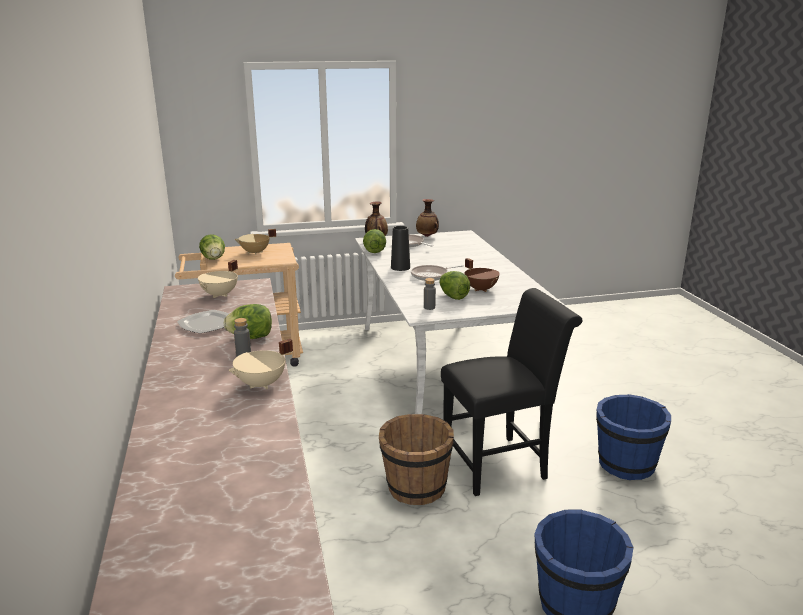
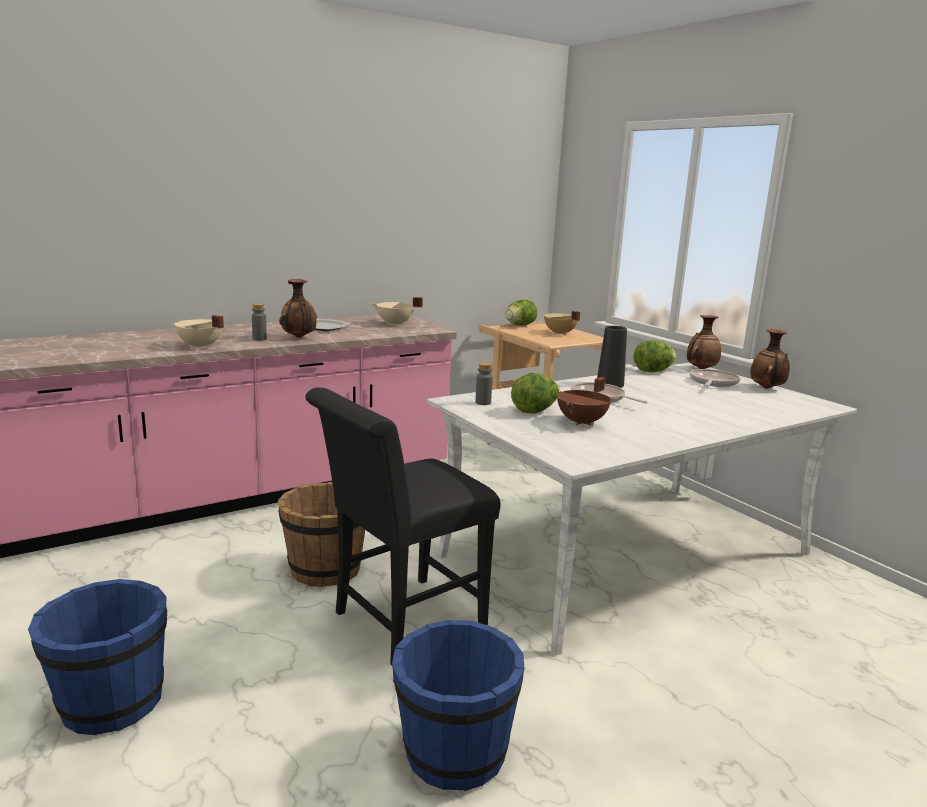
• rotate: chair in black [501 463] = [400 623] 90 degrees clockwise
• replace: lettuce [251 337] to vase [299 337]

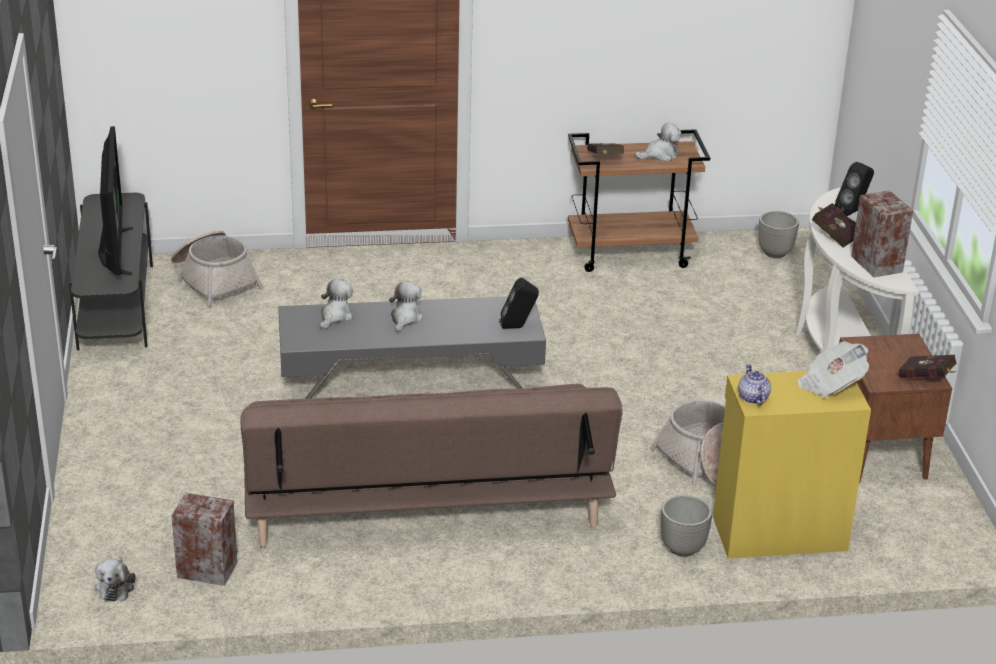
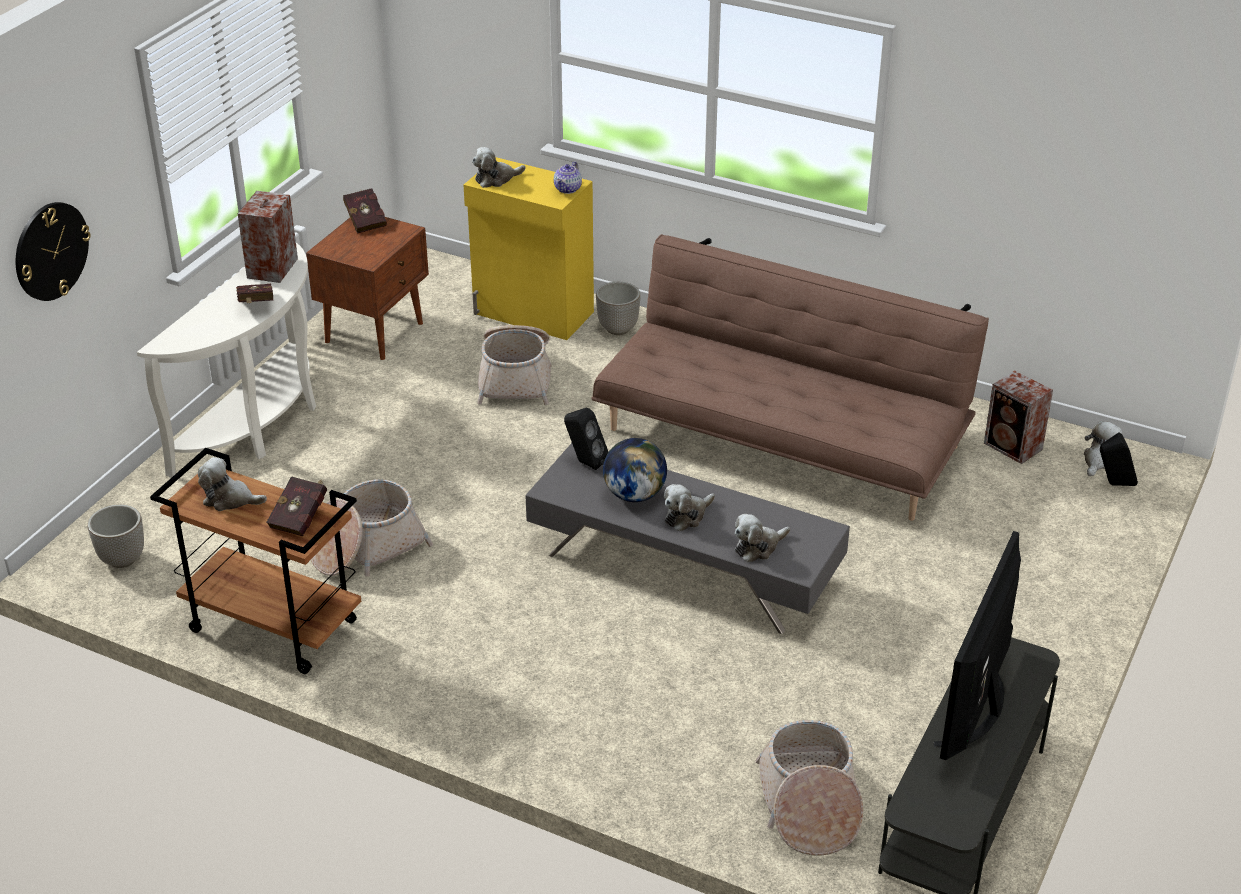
• move: speaker in black [853 211] to [1113 484]
• replace: newspaper [830 384] to plush toy [496 179]
• insert: wall clock [51 251]
• insert: globe [634 495]
• insert: basket [366 547]

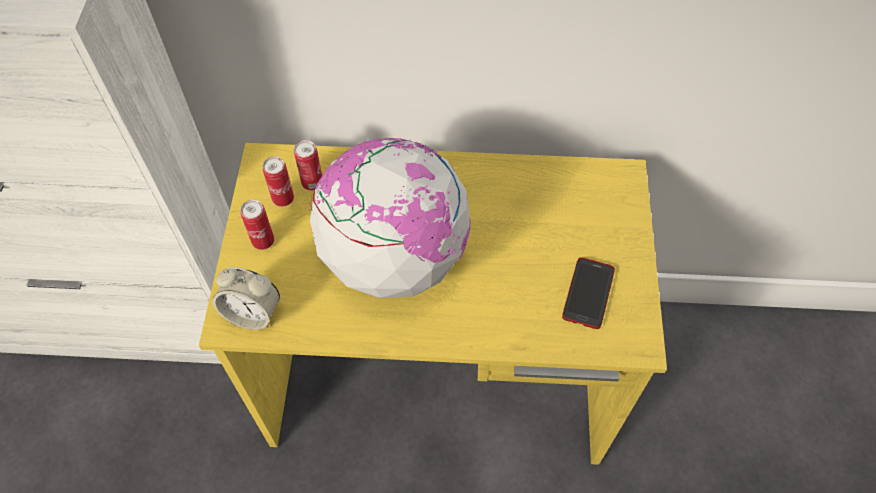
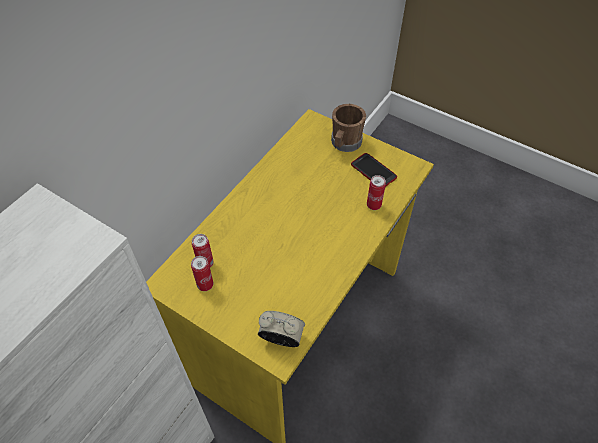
• delete: globe [394 258]
• move: can [263 241] to [373 205]
• rotate: alarm clock [252 313] = [281 338] 120 degrees counterclockwise
• insert: mug in brown [344 144]

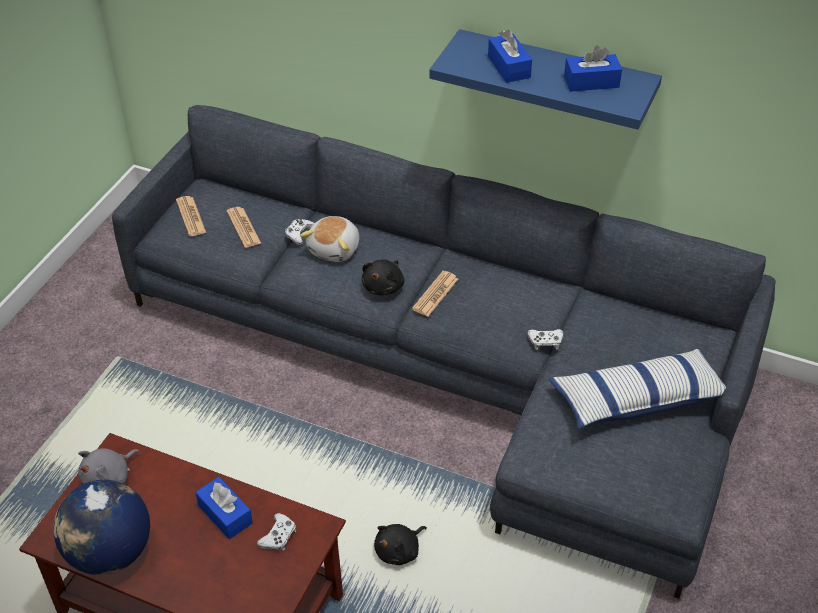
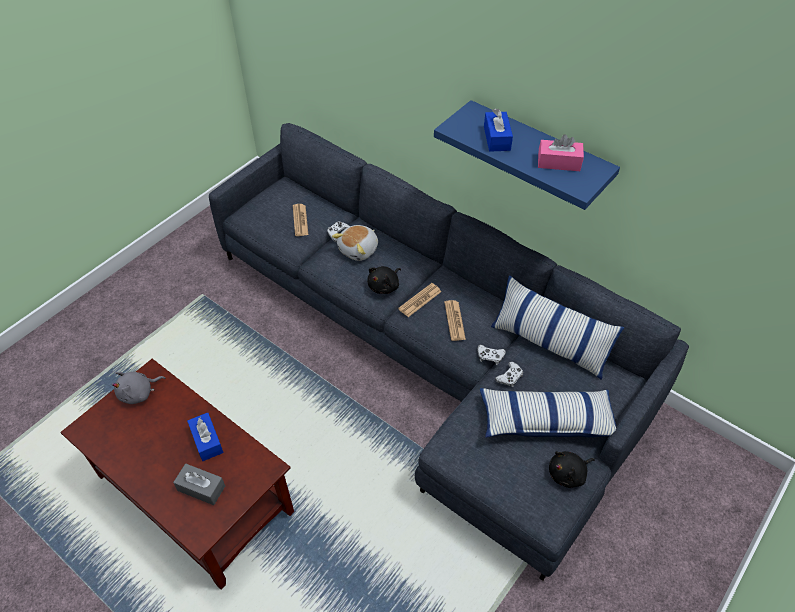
• recolor: tissue box in blue [591 82] to tissue box in pink [558 162]
• move: newspaper [191 216] to [454 321]
• delete: globe [110 553]
• move: game controller in white [278 536] to [510 377]
• move: plush toy in black [399 551] to [568 474]
• insert: pillow [549 343]
• insert: tissue box in grey [201 488]

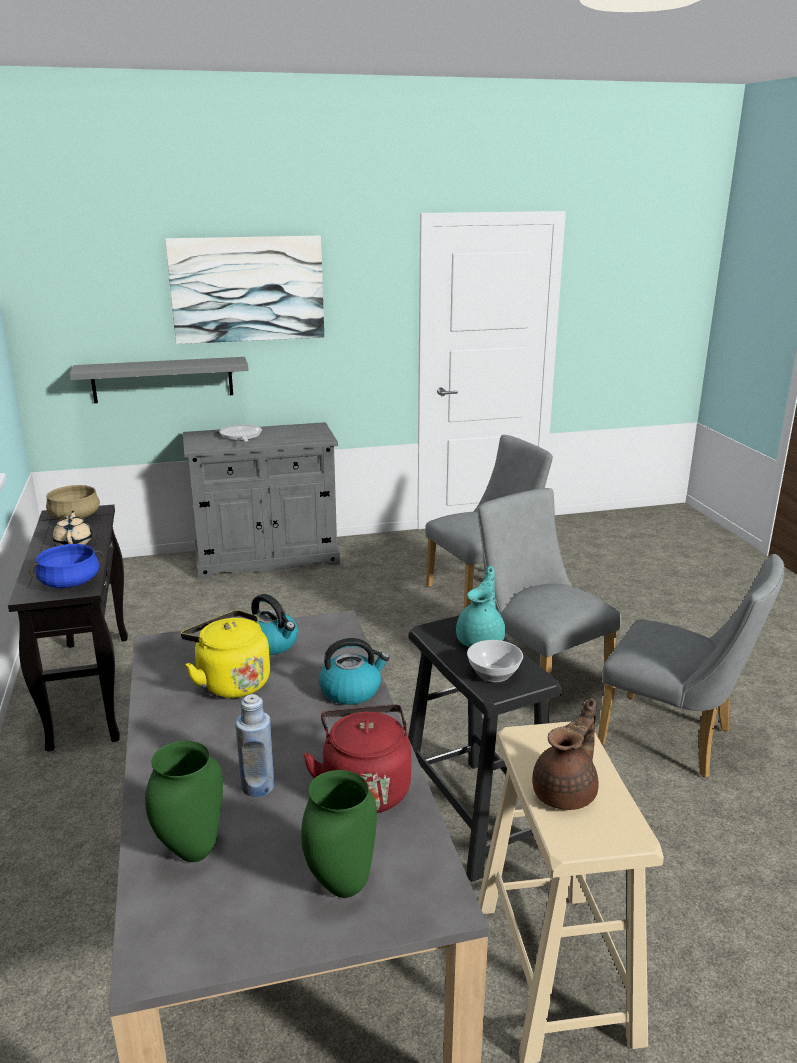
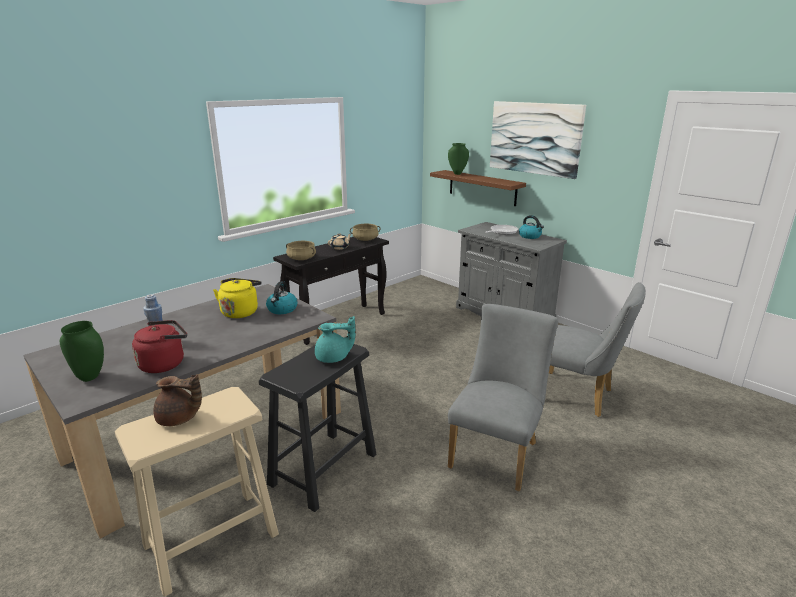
• recolor: shelf in grey [163 380] to shelf in brown [482 187]
• recolor: cooking pot in blue [70 583] to cooking pot in beige [301 259]
• delete: chair in grey [675 739]
• move: kettle [351 690] to [530 236]
• delete: bowl [493 673]
• move: vase in green [191 851] to [457 173]

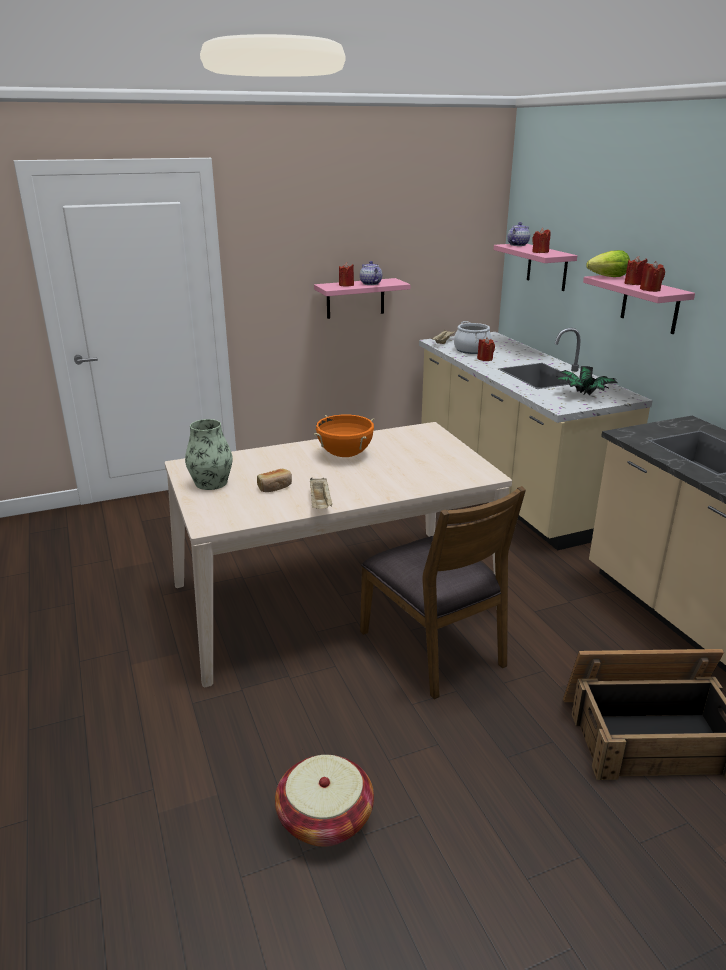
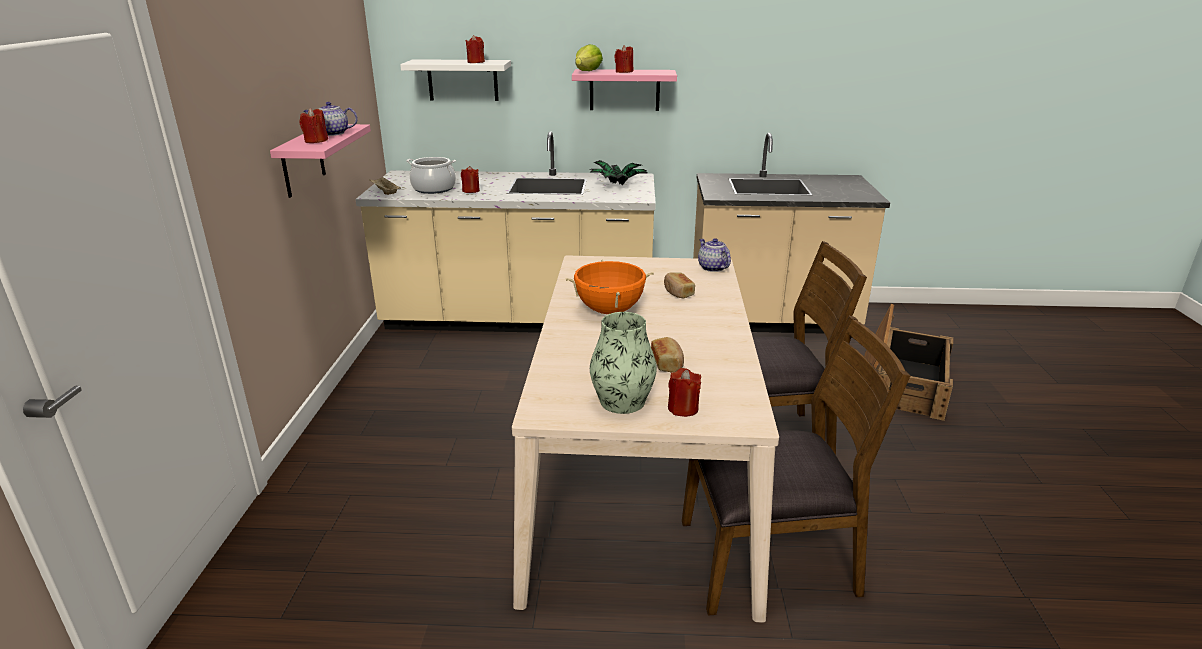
• move: teapot [517 245] to [712 268]
• recolor: shelf in pink [547 267] to shelf in white [462 80]
• move: candle in red [650 289] to [683 408]
• delete: tray in beige [320 503]
• delete: basket [325 818]
• insert: bread [678 292]
• insert: chair in brown [769 559]

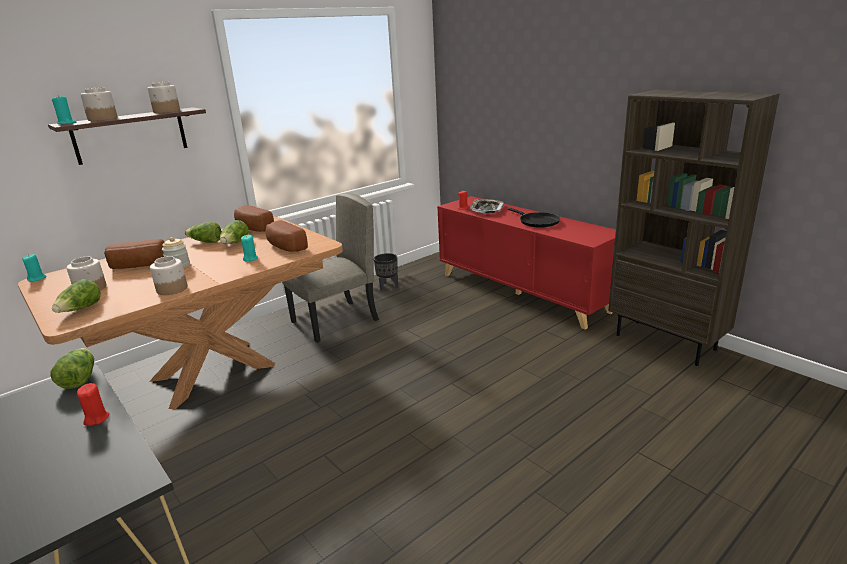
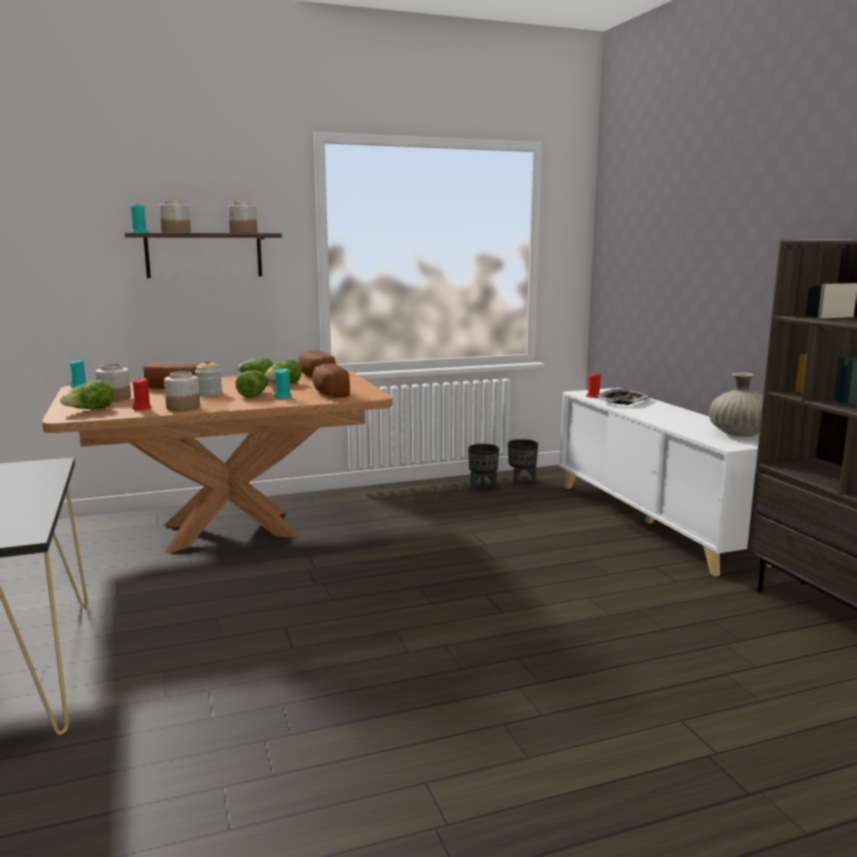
• delete: chair in beige [335 321]
• recolor: cabinet in red [522 292] to cabinet in white [655 521]
• delete: frying pan in black [537 222]
• move: lettuce [79 379] to [253 395]
• move: candle in red [96 419] to [142 408]
• insert: vase in beige [739 435]
• insert: planter in black [522 481]

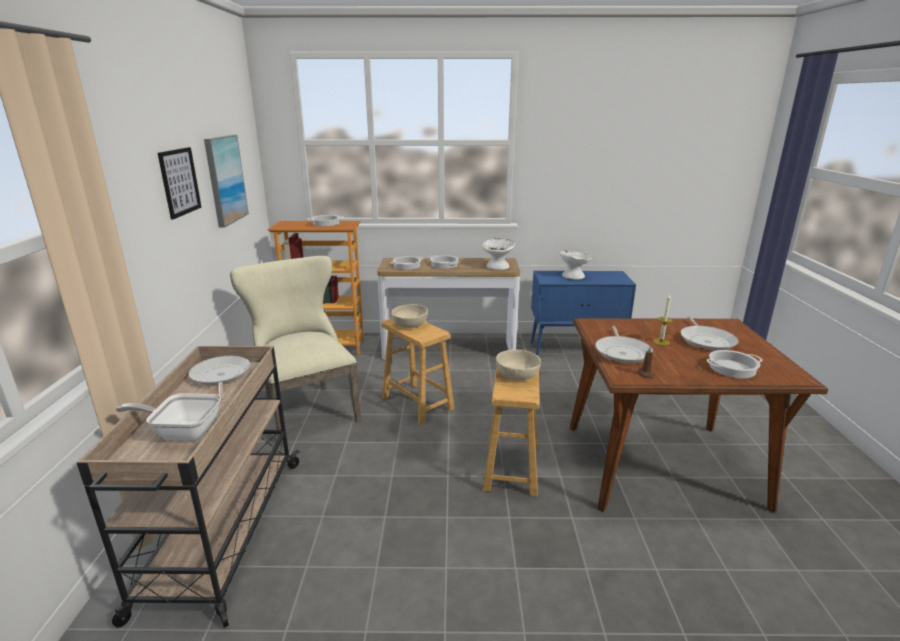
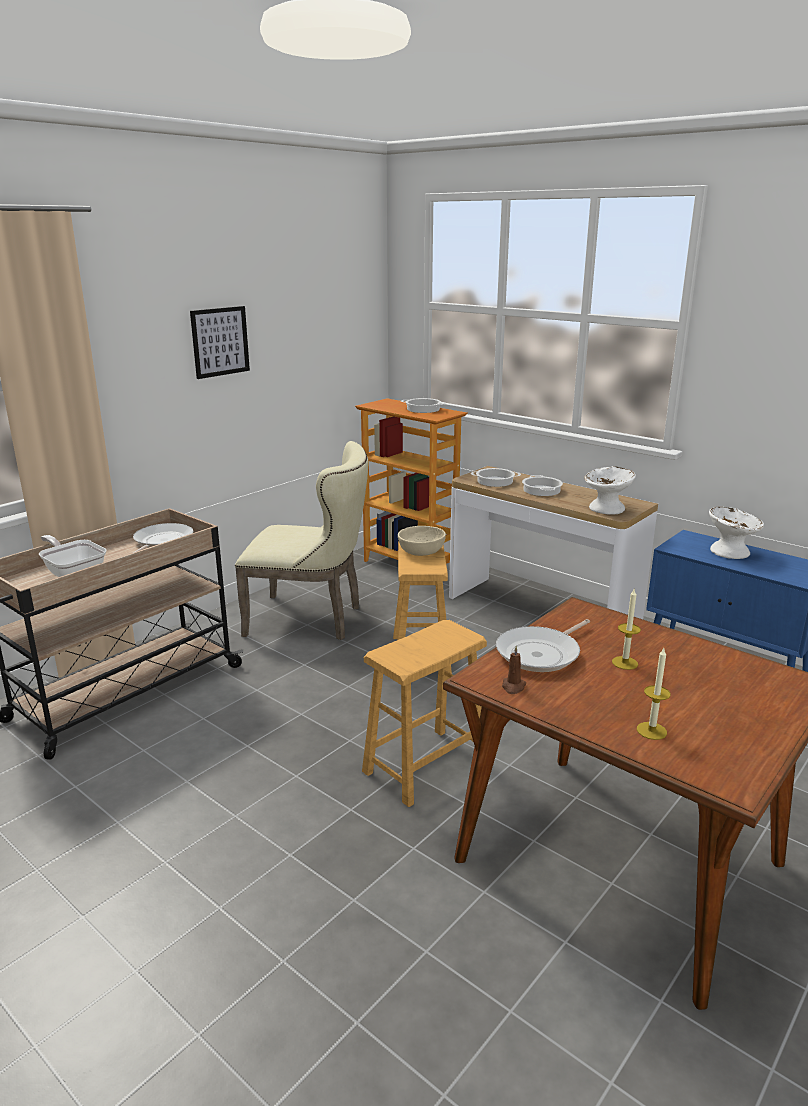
• delete: picture [225 179]
• rotate: chair in beige [306 409] = [312 619] 90 degrees clockwise
• delete: frying pan [706 340]
• delete: bowl in beige [517 374]
• replace: cooking pot [732 368] to candle [651 731]

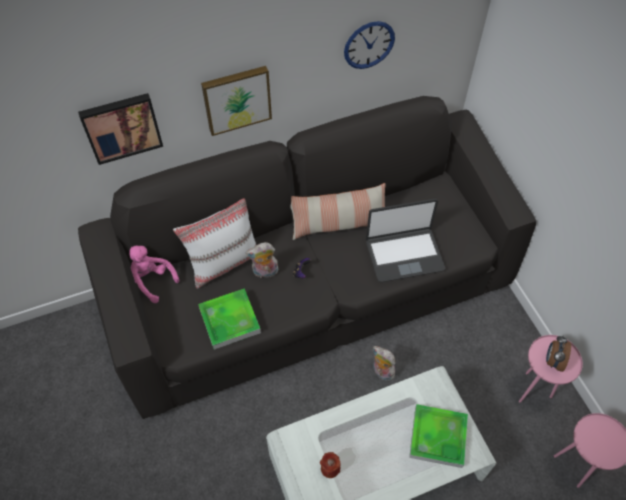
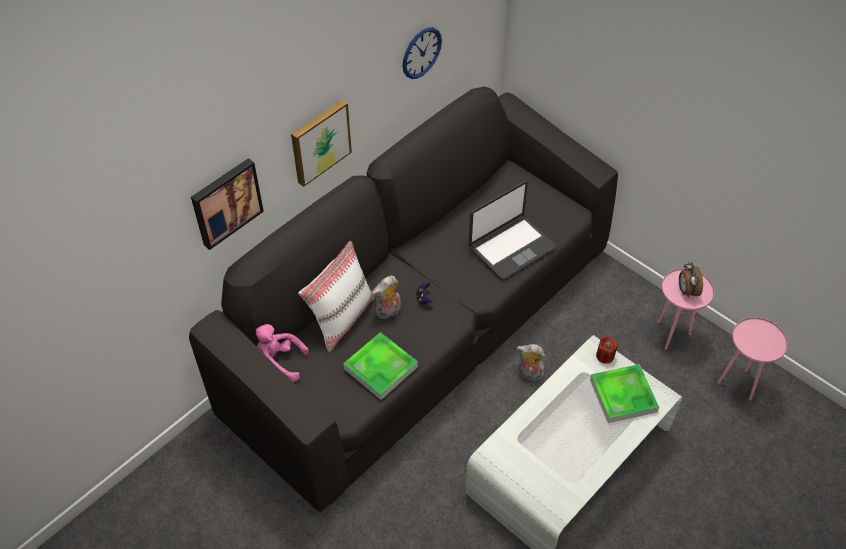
• delete: pillow [338 224]
• move: candle in red [330 468] to [605 356]

